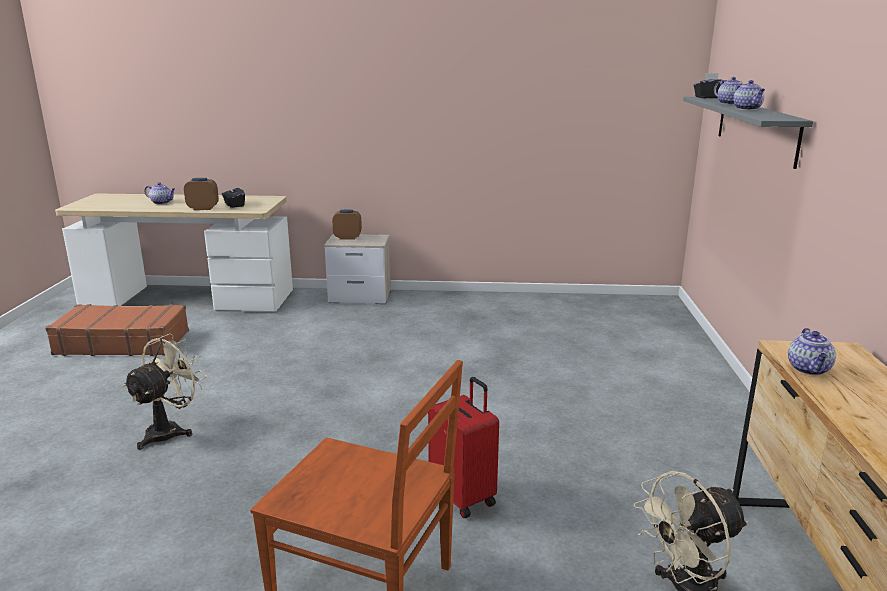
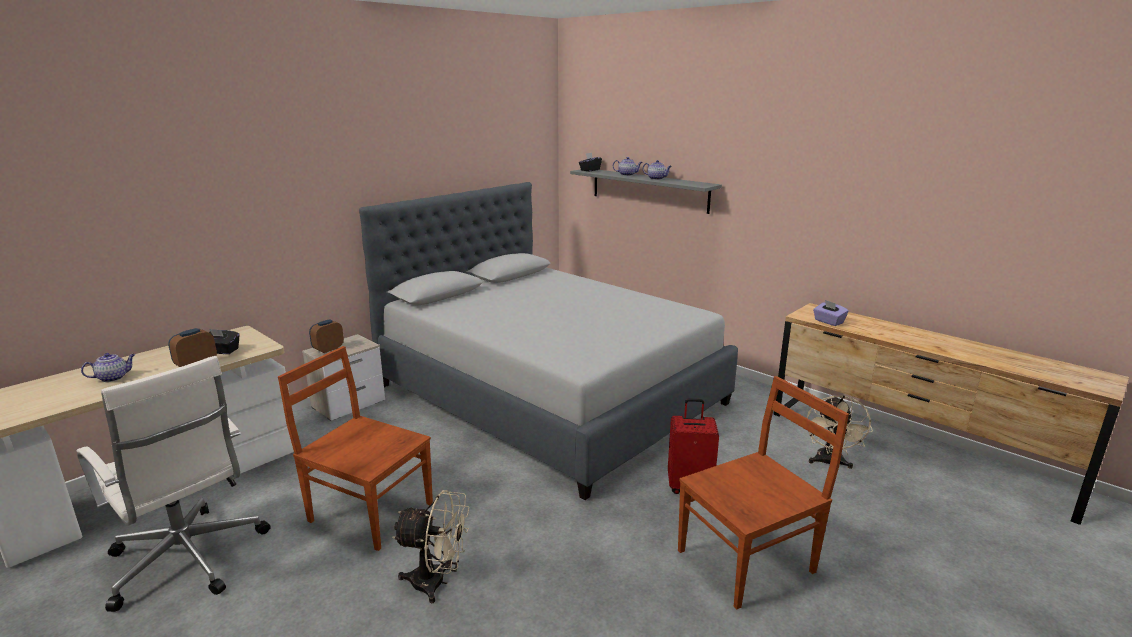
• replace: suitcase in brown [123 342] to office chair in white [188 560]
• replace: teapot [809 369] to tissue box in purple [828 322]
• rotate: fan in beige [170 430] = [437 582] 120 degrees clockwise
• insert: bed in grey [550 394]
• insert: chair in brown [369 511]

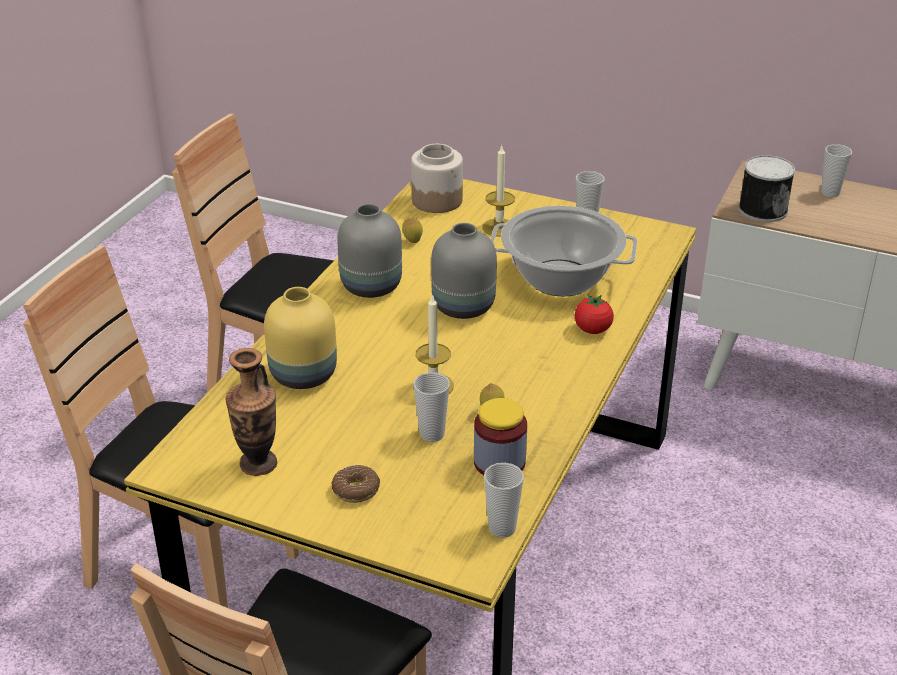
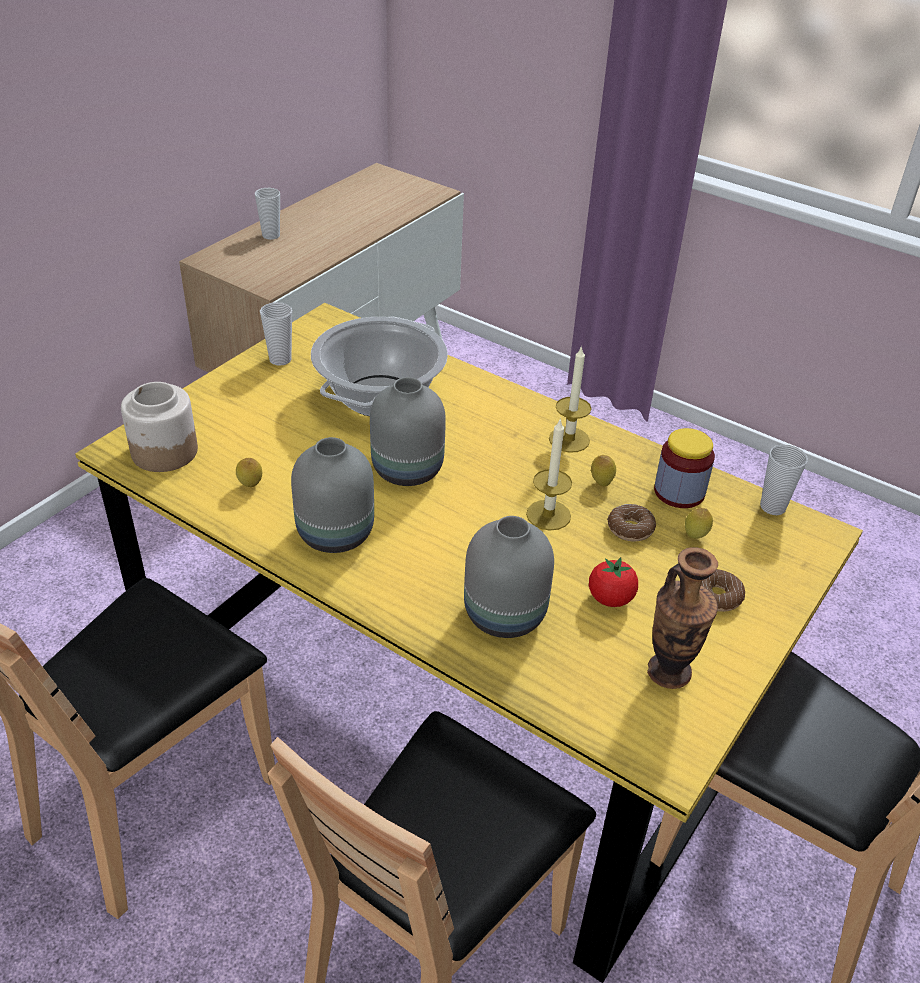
• move: candle [499 227] to [569 439]
• delete: can [762 209]
• recolor: vase in yellow [302 376] to vase in grey [506 616]
• move: tomato [592 330] to [610 598]
• replace: cup [432 434] to donut [630 529]
• insert: lemon [695 537]

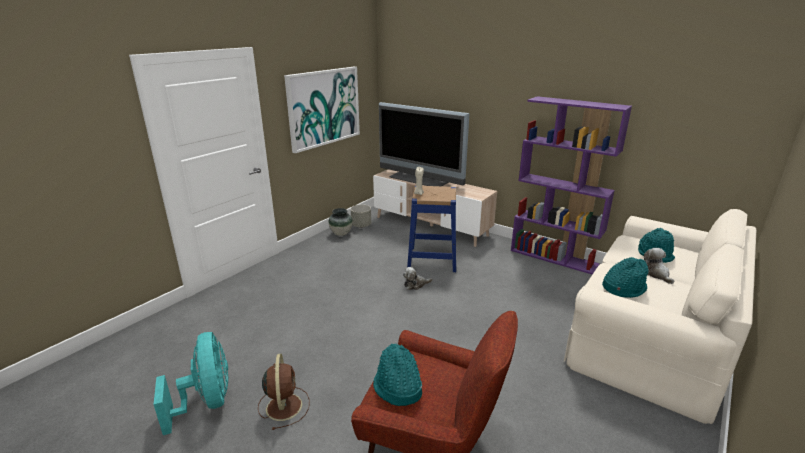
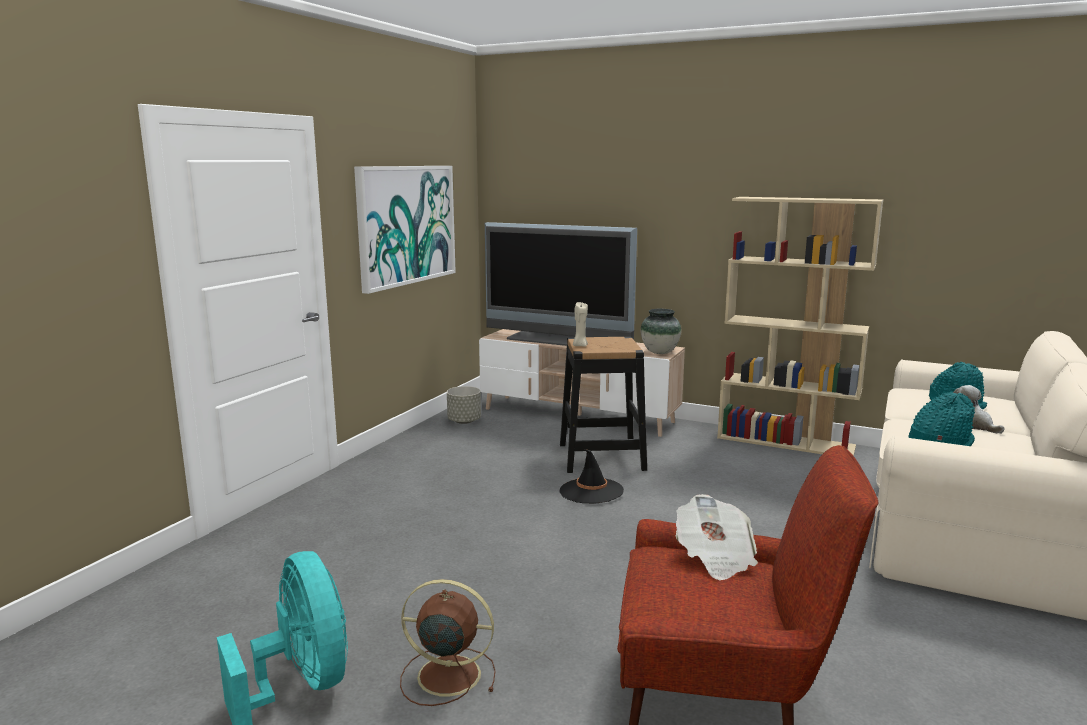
• recolor: bookcase in purple [554 257] to bookcase in beige [786 442]
• recolor: stool in blue [432 259] to stool in black [601 457]
• move: vase [341 233] to [660 352]
• replace: plush toy [415 285] to hat in black [591 491]
• delete: hat in turquoise [397 388]
• rotate: fan in brown [284 405] = [446 675] 60 degrees counterclockwise
• insert: newspaper [714 557]

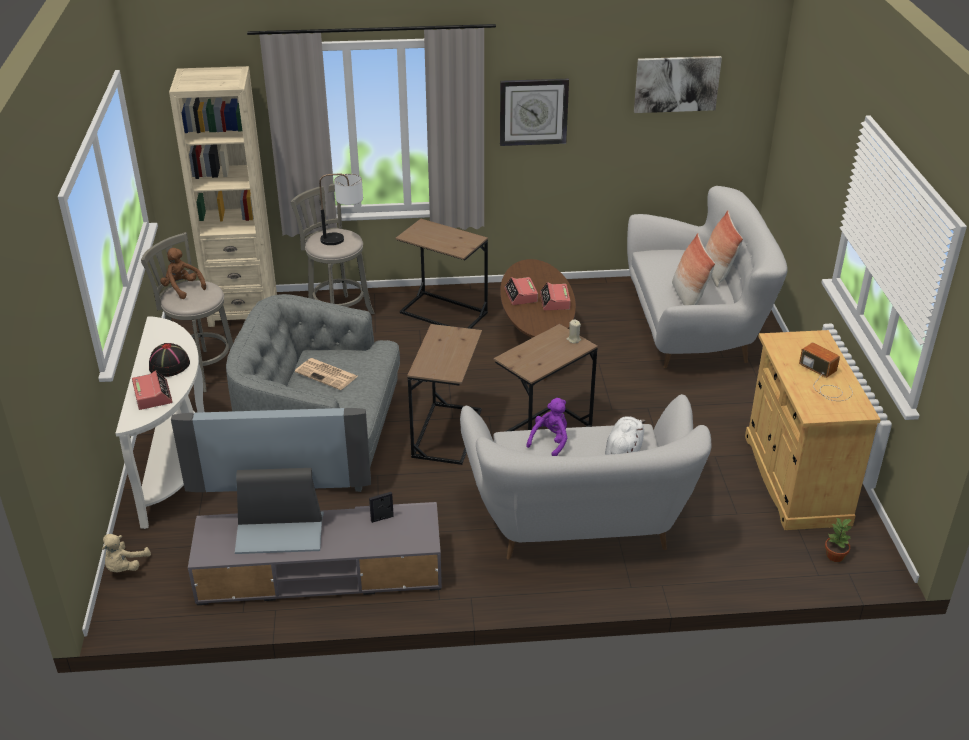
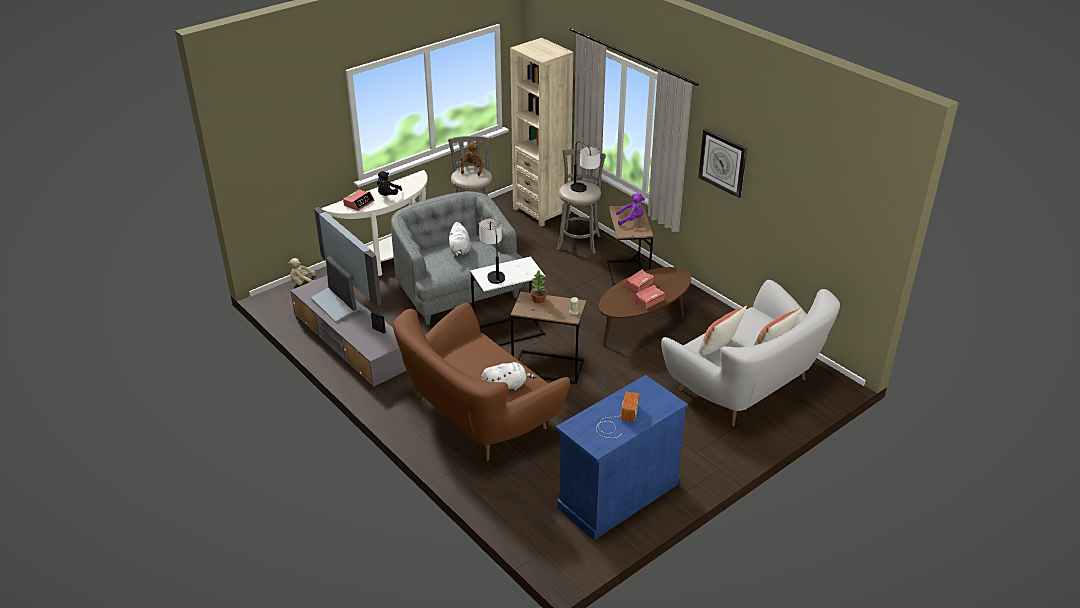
• delete: picture [676 83]
• recolor: side table in brown [447 433] to side table in white [508 331]
• recolor: cabinet in beige [795 479] to cabinet in blue [618 495]
• replace: hat in black [169 365] to plush toy in black [388 195]
• replace: newspaper [327 374] to plush toy in white [459 250]
• recolor: sofa in white [580 522] to sofa in brown [478 416]
• move: plush toy in purple [550 441] to [631 219]
• move: potted plant [835 556] to [538 300]
• insert: table lamp [493 273]

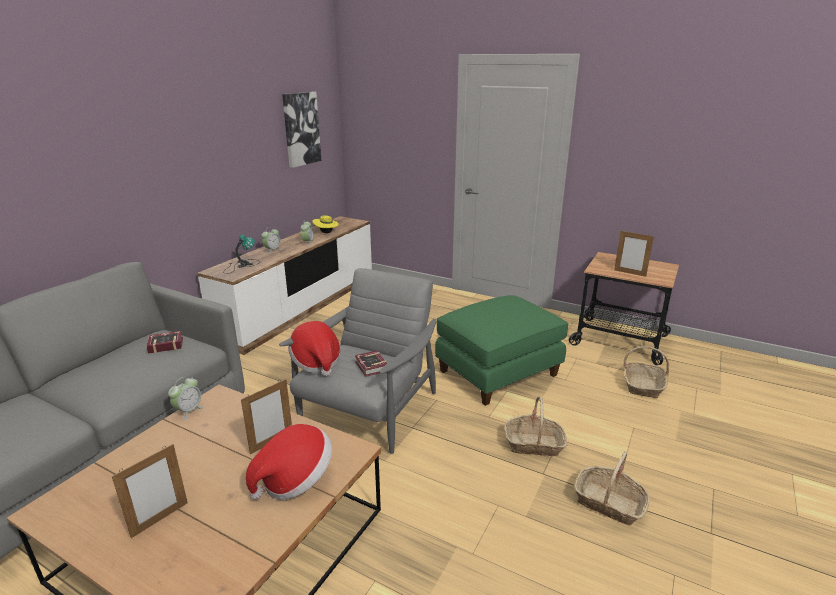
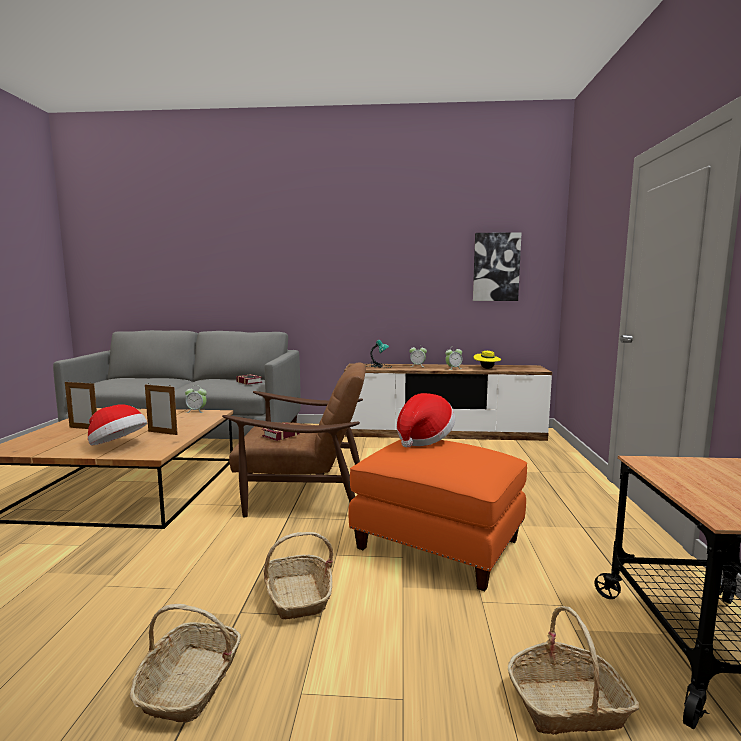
• delete: picture frame [629 273]
• recolor: armchair in grey [369 410] to armchair in brown [303 493]
• recolor: ottoman in green [497 372] to ottoman in orange [439 543]
• move: hat [316 362] to [423 439]

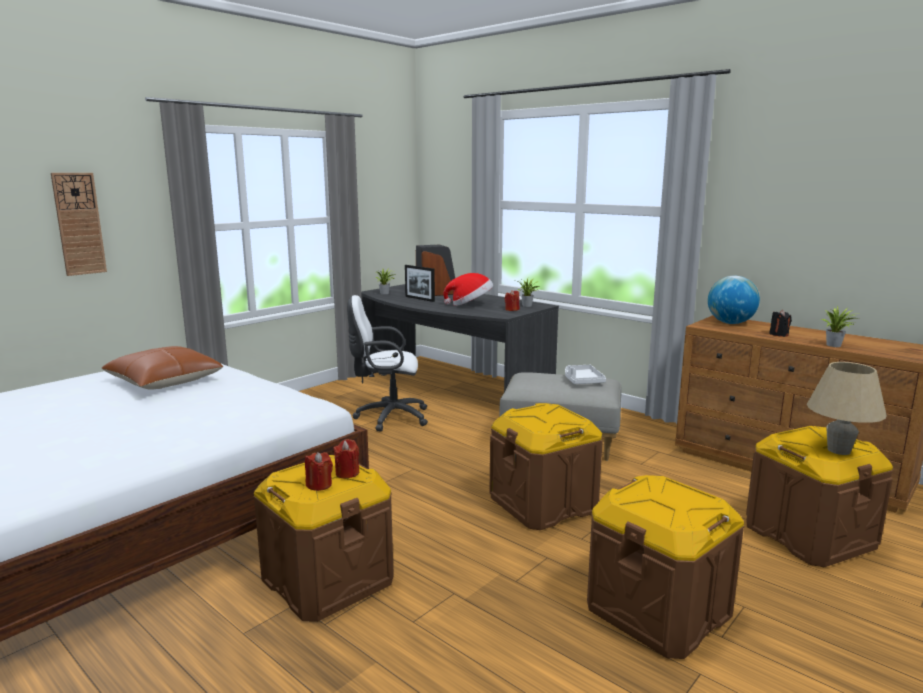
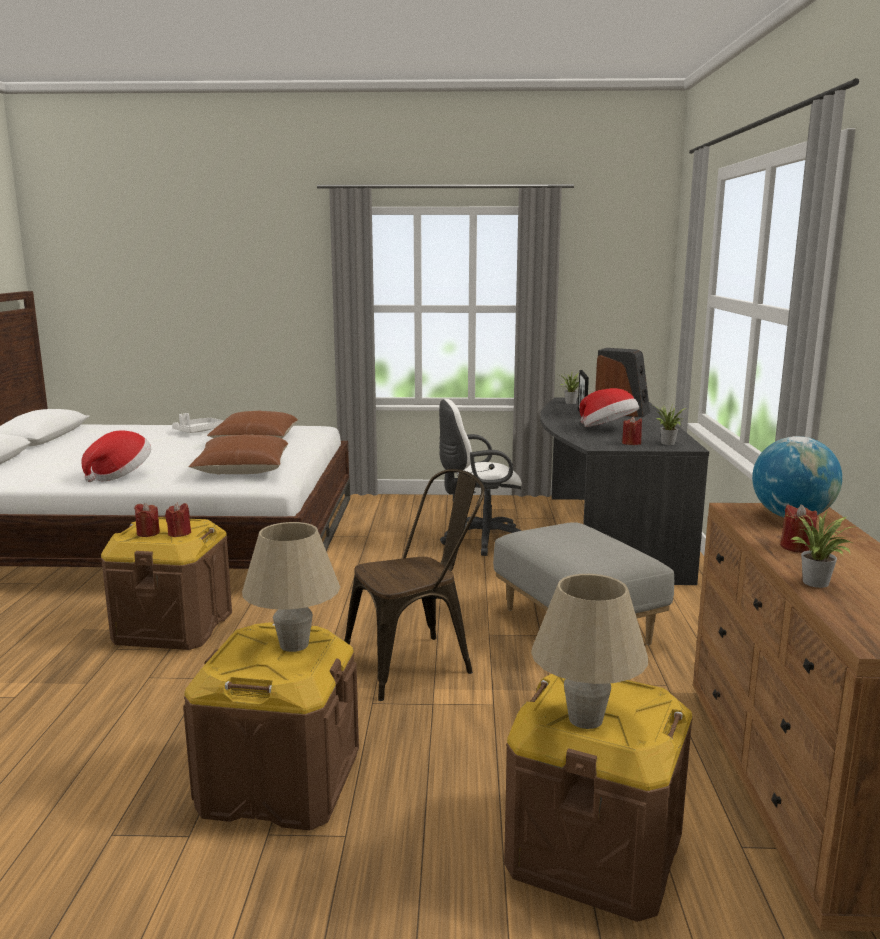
• delete: wall clock [79 224]
• rotate: office chair in white [388 417] = [480 540] 60 degrees counterclockwise
• recolor: candle in black [779 334] to candle in red [796 547]
• move: tray in white [582 381] to [199 431]
• replace: storage box in brown [543 504] to chair in brown [417 662]
• insert: hat [120 475]
• insert: pillow in brown [242 469]
• insert: table lamp in beige [294 645]

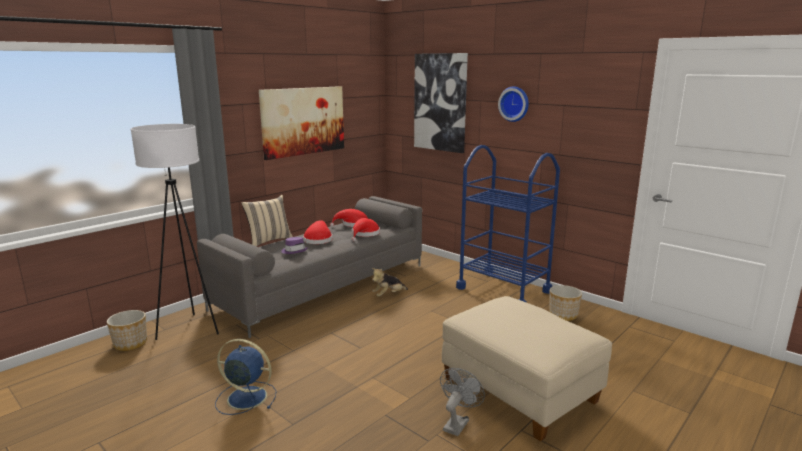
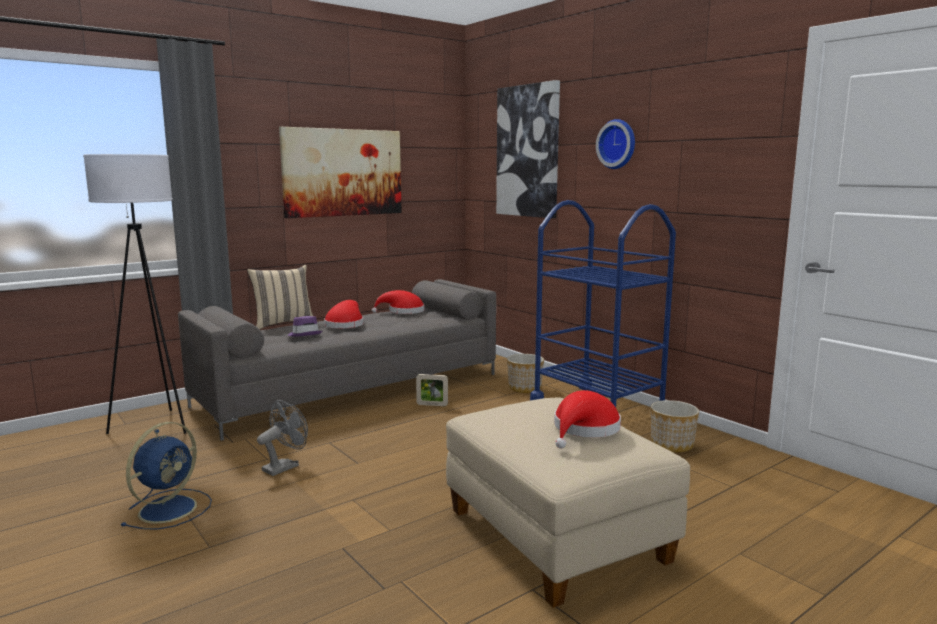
• move: hat in red [365 234] to [584 429]
• replace: plush toy [388 295] to picture frame [432 405]
• move: planter [130 343] to [524 388]
• rotate: fan in blue [245 397] = [170 508] 90 degrees clockwise
• move: fan in grey [457 423] to [285 466]

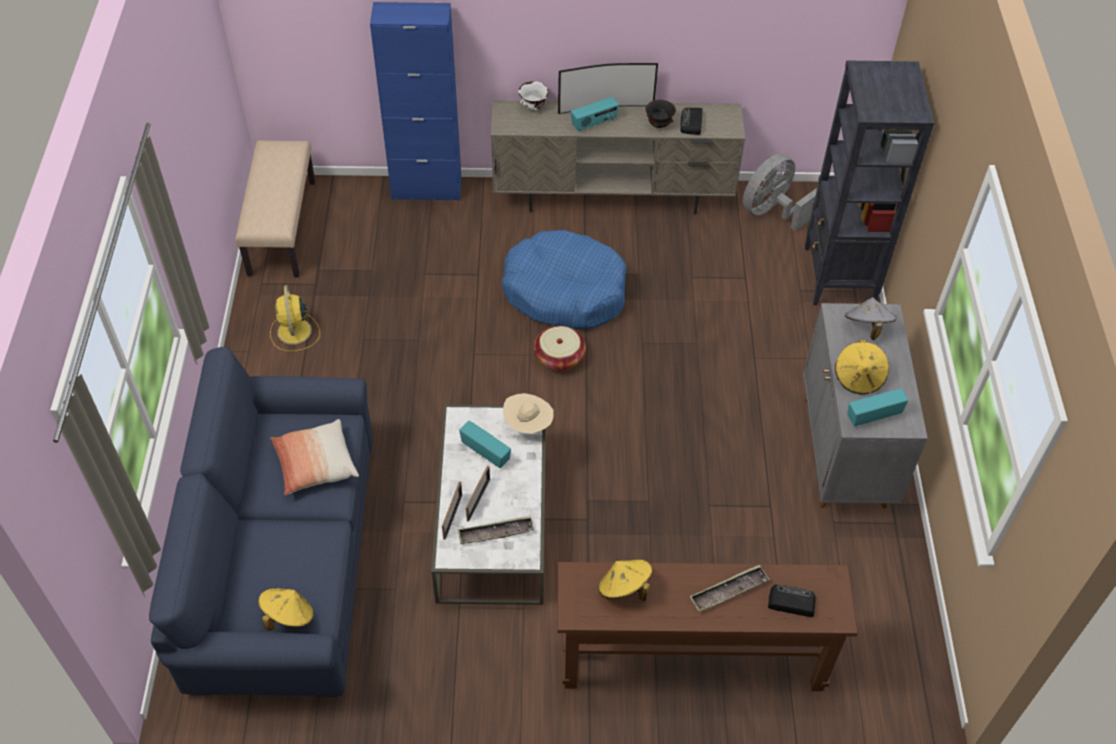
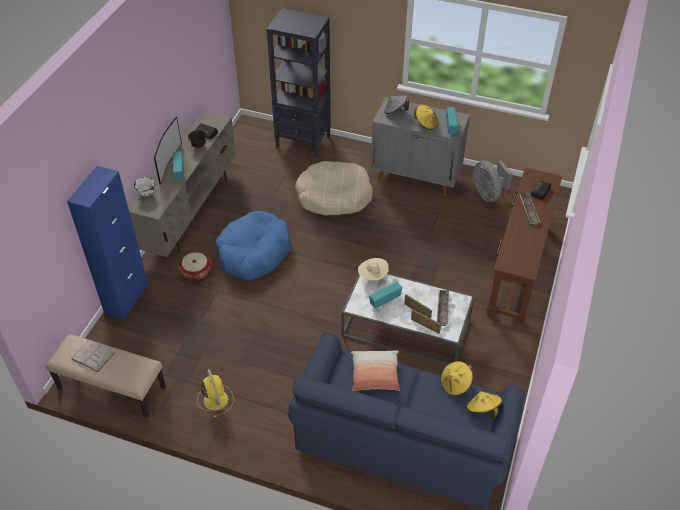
• move: fan in grey [772 212] to [488 194]
• rotate: fan in yellow [294 332] = [215 399] 120 degrees counterclockwise
• move: basket [559 357] to [196 272]
• move: hat in yellow [624 588] to [455 384]
• insert: dog bed in beige [334 196]
• insert: book in white [92 356]

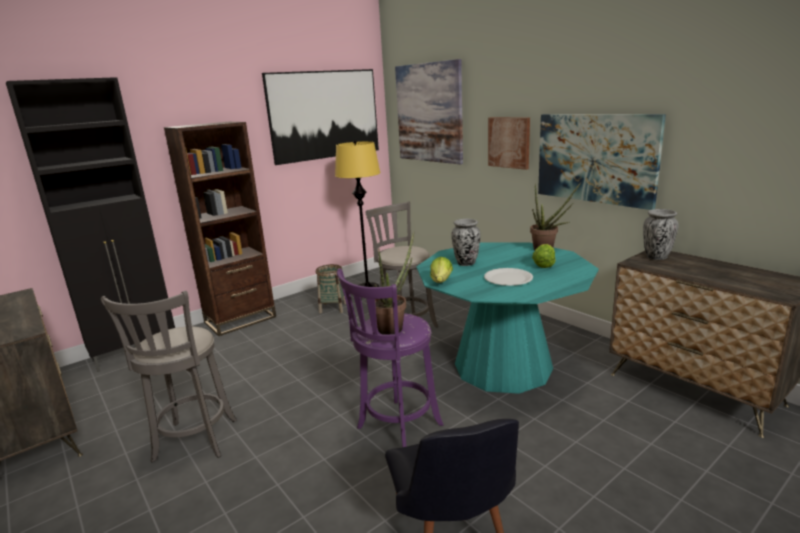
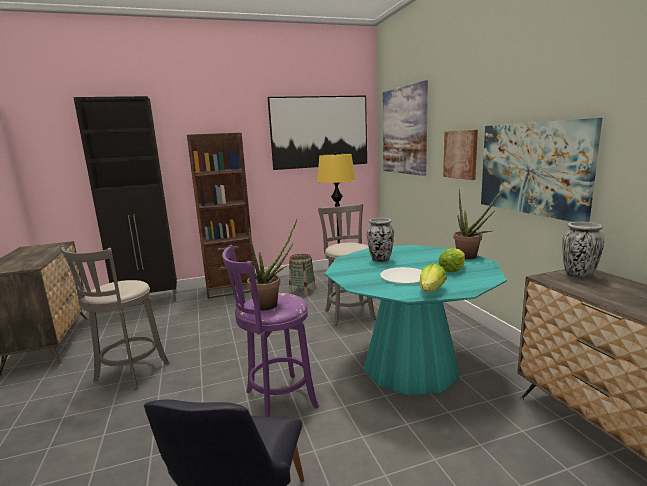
• move: lettuce [441 281] to [431 291]

